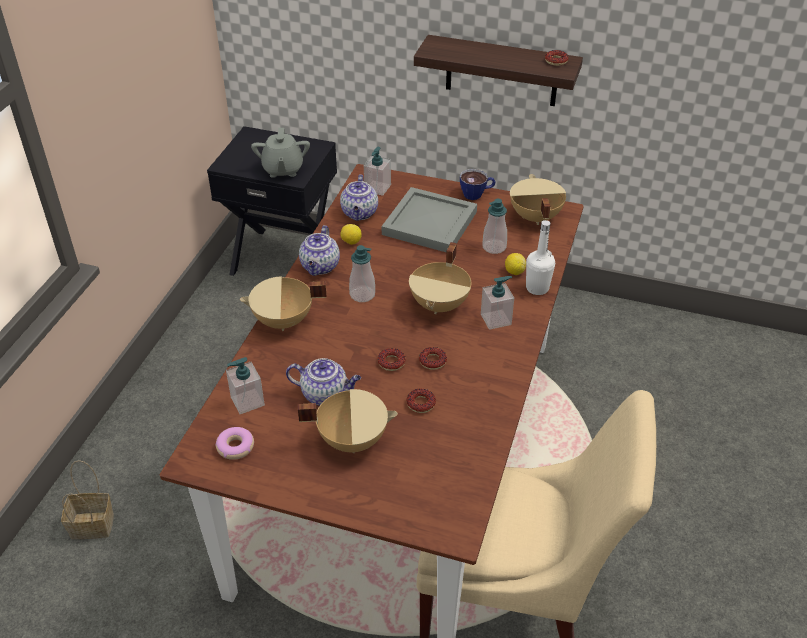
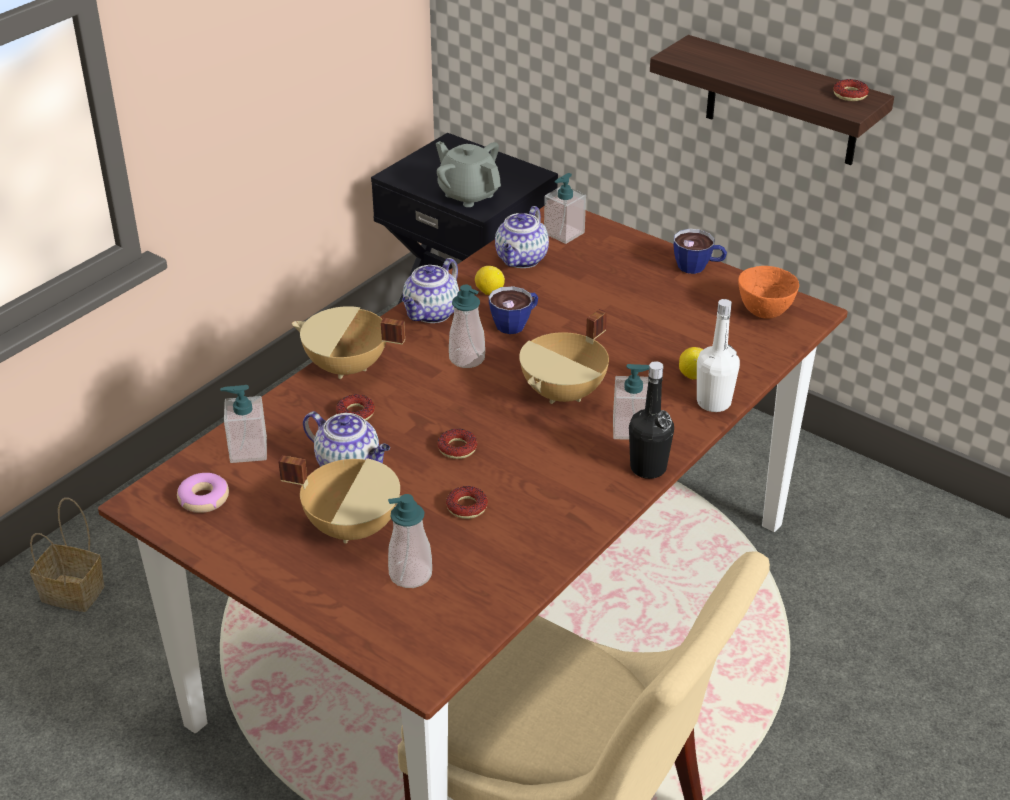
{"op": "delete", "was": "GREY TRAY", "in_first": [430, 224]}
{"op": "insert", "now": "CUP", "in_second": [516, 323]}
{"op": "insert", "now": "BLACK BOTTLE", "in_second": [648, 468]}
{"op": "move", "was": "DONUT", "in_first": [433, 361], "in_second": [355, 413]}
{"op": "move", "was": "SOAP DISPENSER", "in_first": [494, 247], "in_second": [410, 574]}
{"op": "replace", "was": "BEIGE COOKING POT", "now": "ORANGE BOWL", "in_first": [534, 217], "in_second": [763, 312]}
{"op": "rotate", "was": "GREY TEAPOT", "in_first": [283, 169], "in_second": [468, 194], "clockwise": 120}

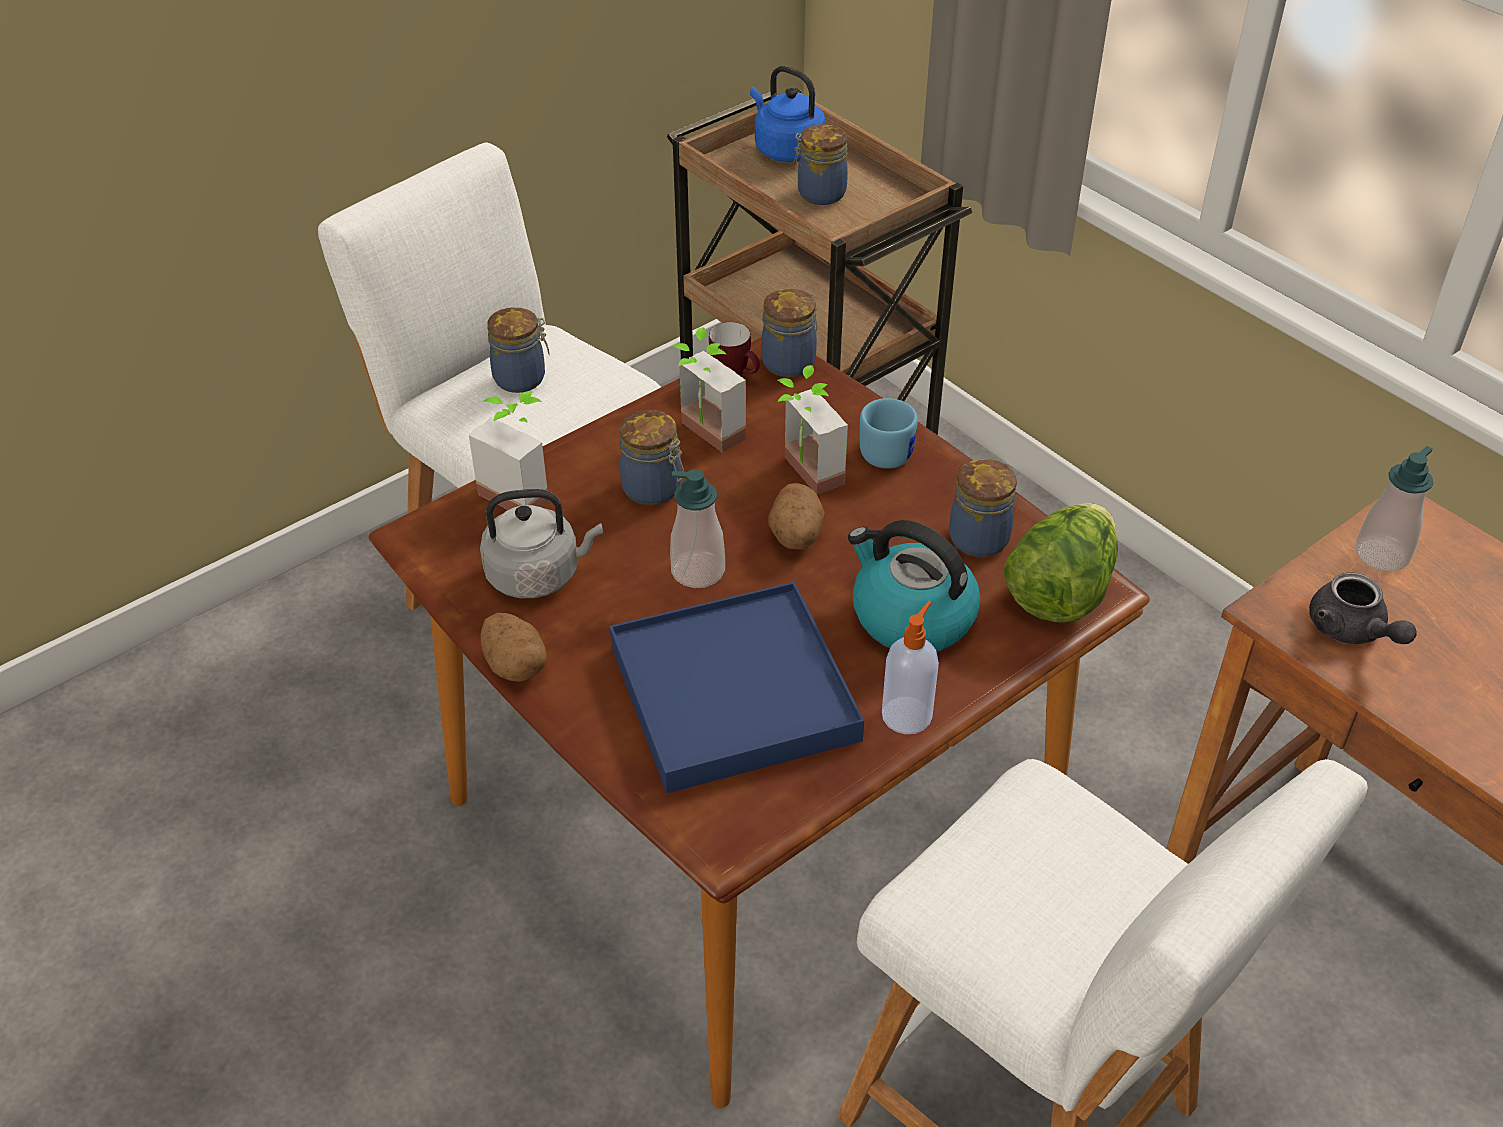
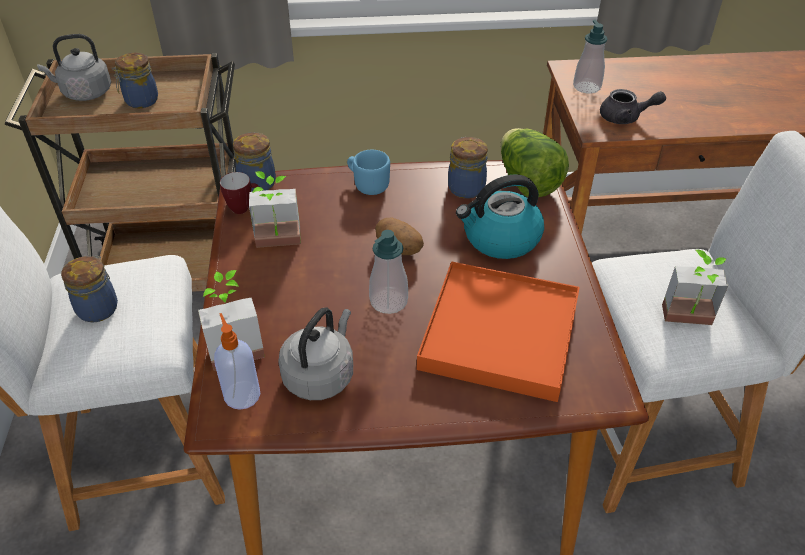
{"op": "delete", "was": "POTATO", "in_first": [515, 664]}
{"op": "delete", "was": "JAR", "in_first": [654, 489]}
{"op": "move", "was": "POTTED PLANT", "in_first": [802, 475], "in_second": [688, 322]}
{"op": "move", "was": "SOAP DISPENSER", "in_first": [907, 714], "in_second": [241, 394]}
{"op": "recolor", "was": "BLUE TRAY", "now": "ORANGE TRAY", "in_first": [732, 692], "in_second": [499, 334]}
{"op": "recolor", "was": "BLUE KETTLE", "now": "GREY KETTLE", "in_first": [786, 149], "in_second": [84, 93]}

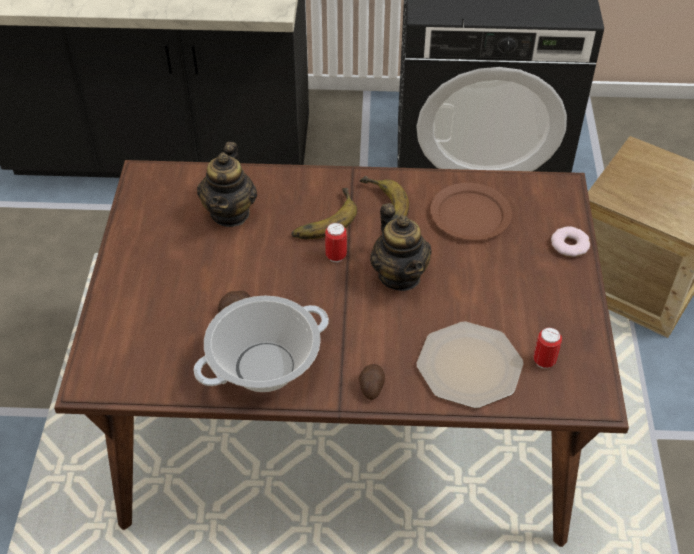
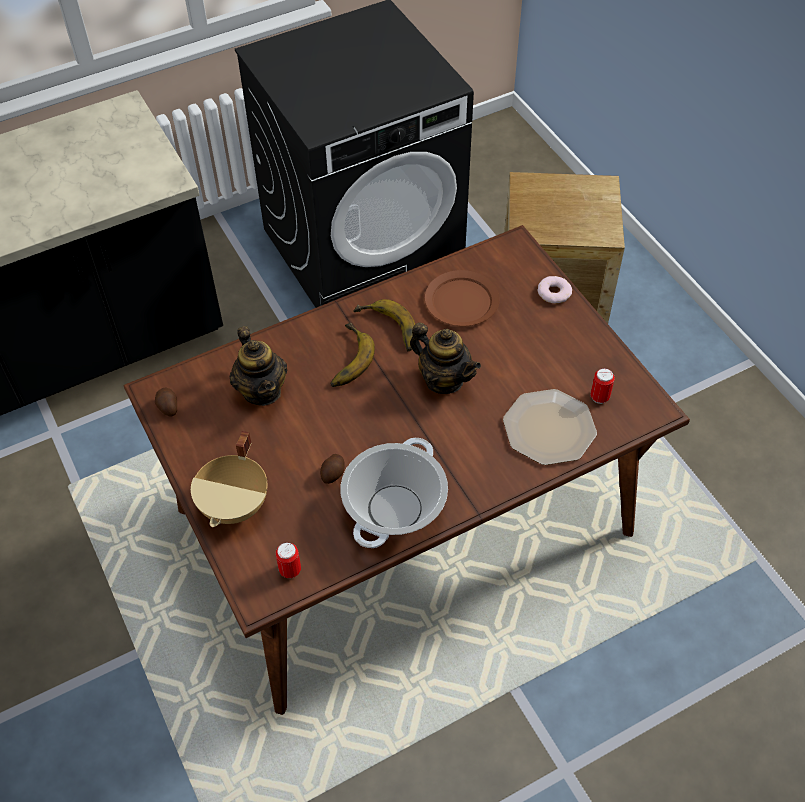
{"op": "insert", "now": "BEIGE COOKING POT", "in_second": [236, 506]}
{"op": "move", "was": "CAN", "in_first": [336, 256], "in_second": [290, 570]}
{"op": "move", "was": "POTATO", "in_first": [371, 386], "in_second": [168, 407]}

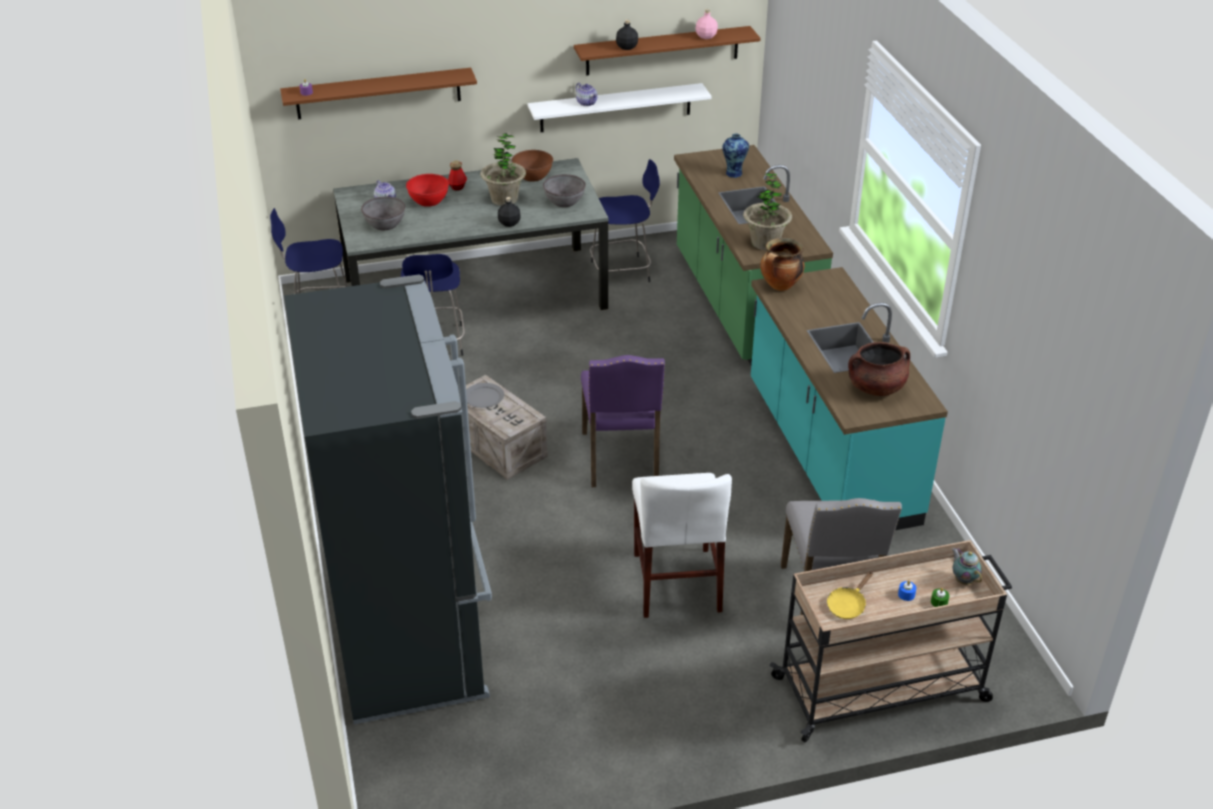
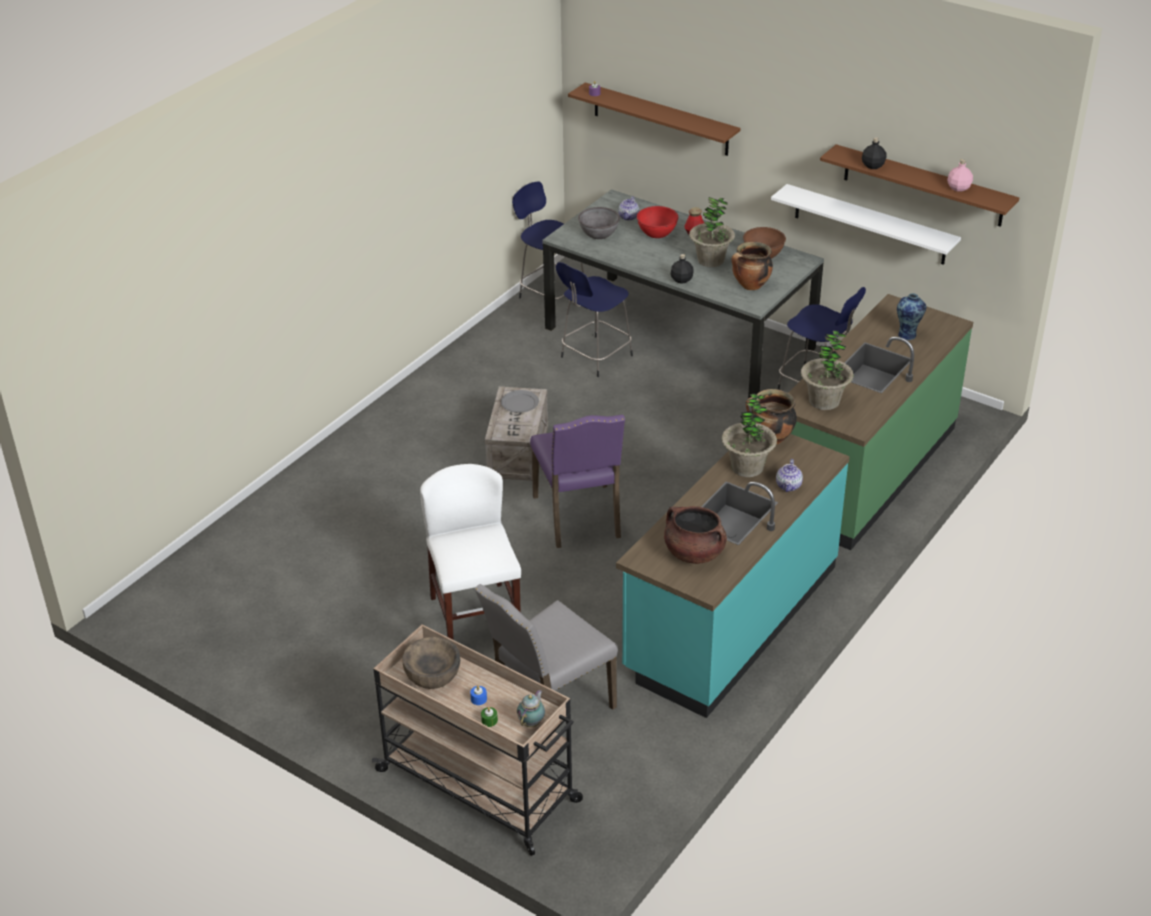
{"op": "delete", "was": "BLACK FRIDGE", "in_first": [410, 634]}
{"op": "insert", "now": "POTTED PLANT", "in_second": [747, 467]}
{"op": "move", "was": "TEAPOT", "in_first": [587, 103], "in_second": [789, 486]}
{"op": "replace", "was": "GREY BOWL", "now": "COOKING POT", "in_first": [564, 201], "in_second": [750, 286]}
{"op": "replace", "was": "YELLOW FRYING PAN", "now": "BROWN BOWL", "in_first": [848, 605], "in_second": [432, 674]}
{"op": "rotate", "was": "PURPLE CHAIR", "in_first": [622, 459], "in_second": [579, 517], "clockwise": -60}
{"op": "rotate", "was": "WHITE CHAIR", "in_first": [676, 582], "in_second": [475, 618], "clockwise": 120}

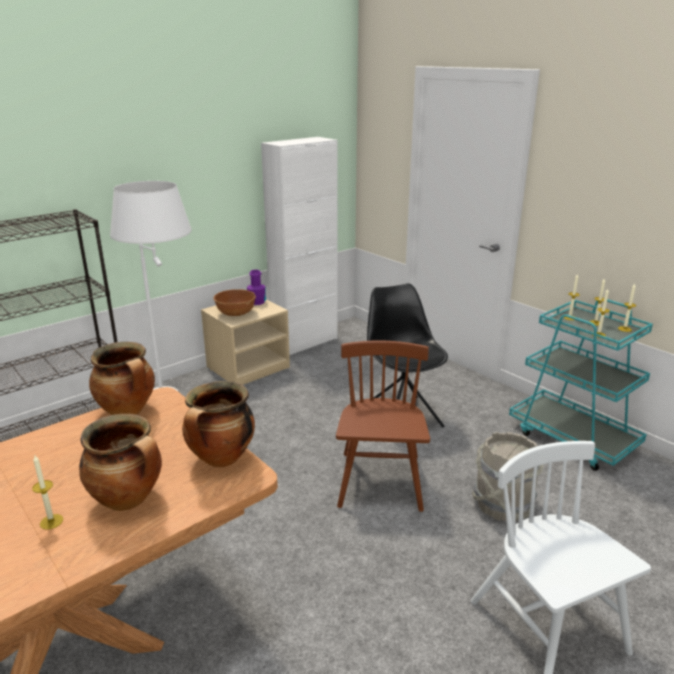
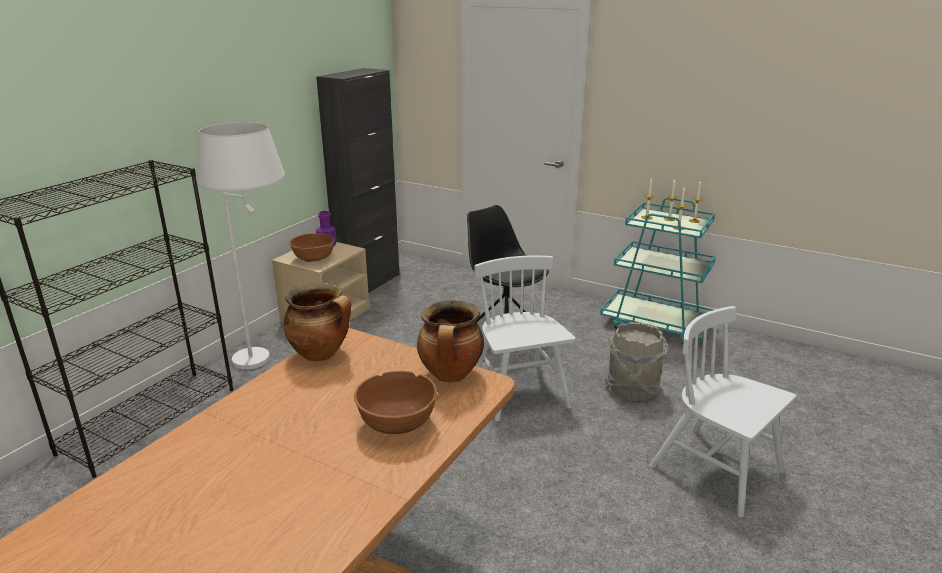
{"op": "delete", "was": "CANDLE", "in_first": [51, 521]}
{"op": "replace", "was": "COOKING POT", "now": "BROWN BOWL", "in_first": [129, 499], "in_second": [397, 423]}
{"op": "recolor", "was": "WHITE CABINET", "now": "BLACK CABINET", "in_first": [304, 342], "in_second": [368, 283]}
{"op": "recolor", "was": "BROWN CHAIR", "now": "WHITE CHAIR", "in_first": [380, 481], "in_second": [520, 391]}

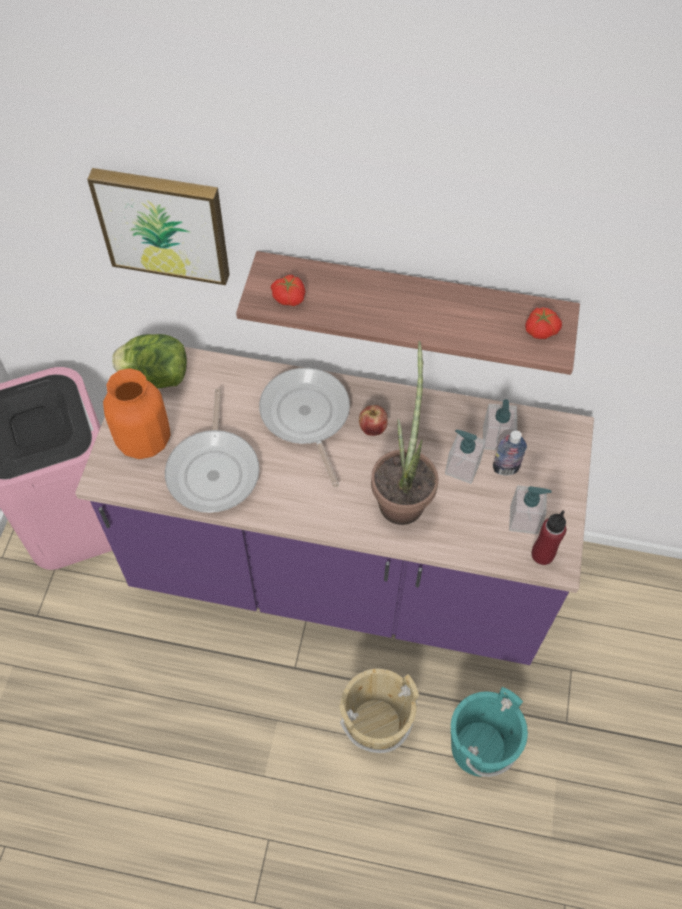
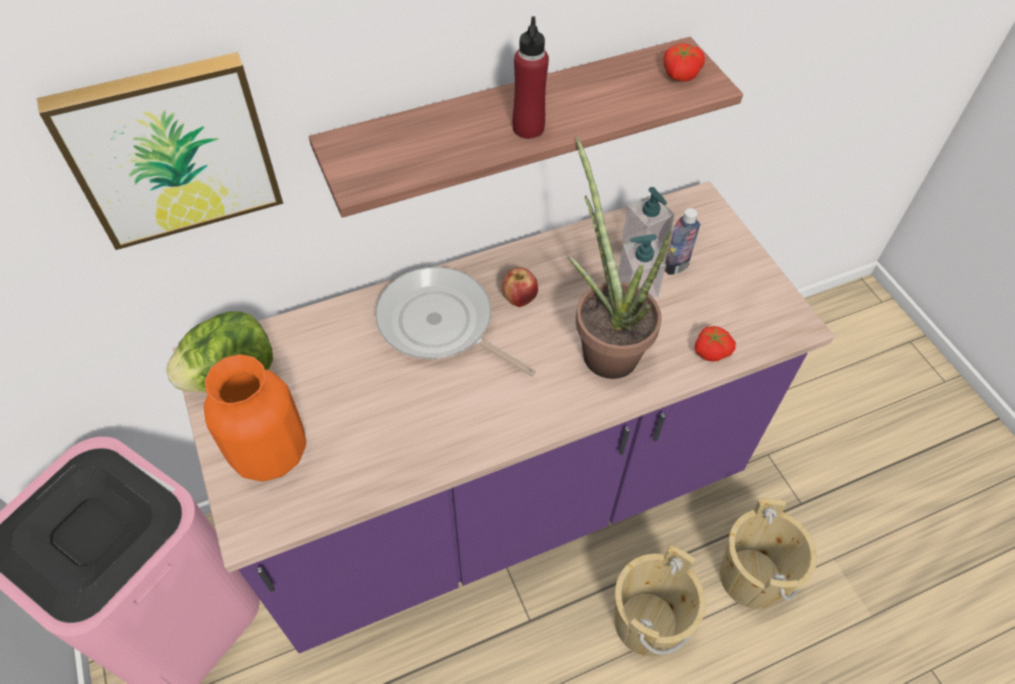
{"op": "delete", "was": "FRYING PAN", "in_first": [214, 470]}
{"op": "delete", "was": "SOAP DISPENSER", "in_first": [524, 520]}
{"op": "move", "was": "TOMATO", "in_first": [289, 297], "in_second": [711, 350]}
{"op": "move", "was": "RED BOTTLE", "in_first": [542, 554], "in_second": [528, 128]}
{"op": "recolor", "was": "TURQUOISE BUCKET", "now": "BEIGE BUCKET", "in_first": [479, 747], "in_second": [751, 577]}

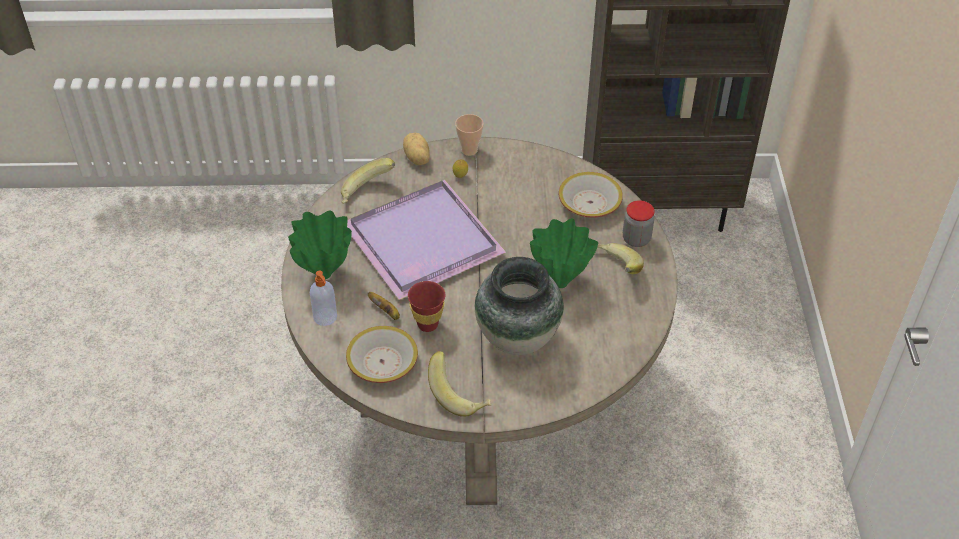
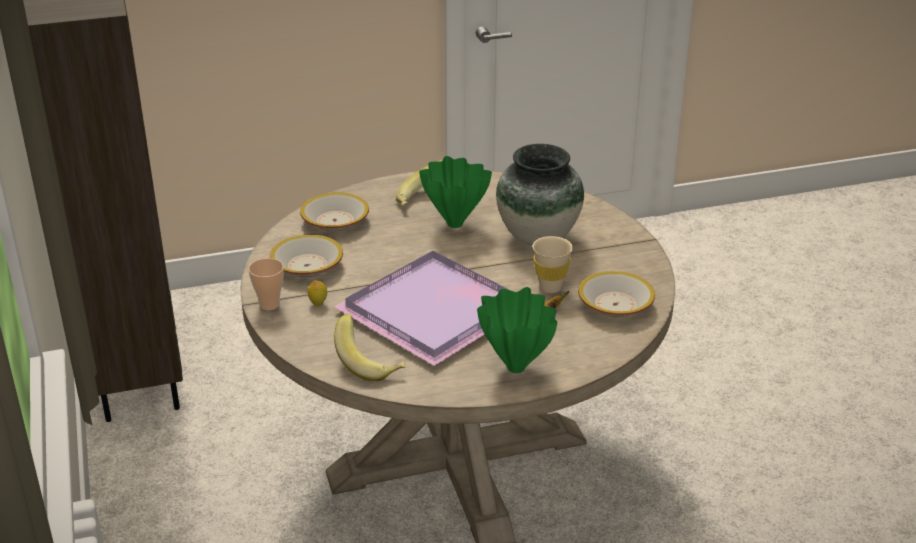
{"op": "delete", "was": "SOAP DISPENSER", "in_first": [325, 317]}
{"op": "delete", "was": "POTATO", "in_first": [416, 158]}
{"op": "delete", "was": "BANANA", "in_first": [459, 395]}
{"op": "delete", "was": "JAR", "in_first": [636, 239]}
{"op": "insert", "now": "BOWL", "in_second": [307, 266]}
{"op": "recolor", "was": "RED CUP", "now": "BEIGE CUP", "in_first": [427, 324], "in_second": [550, 287]}

